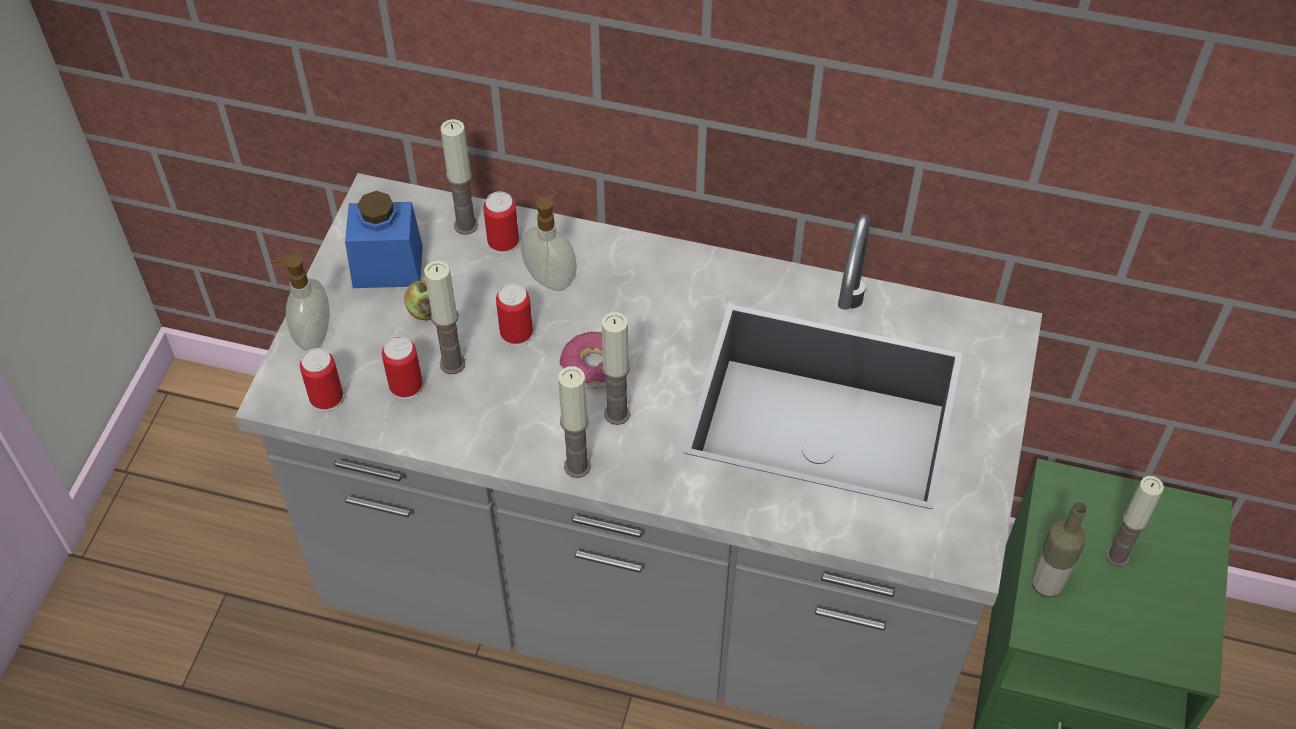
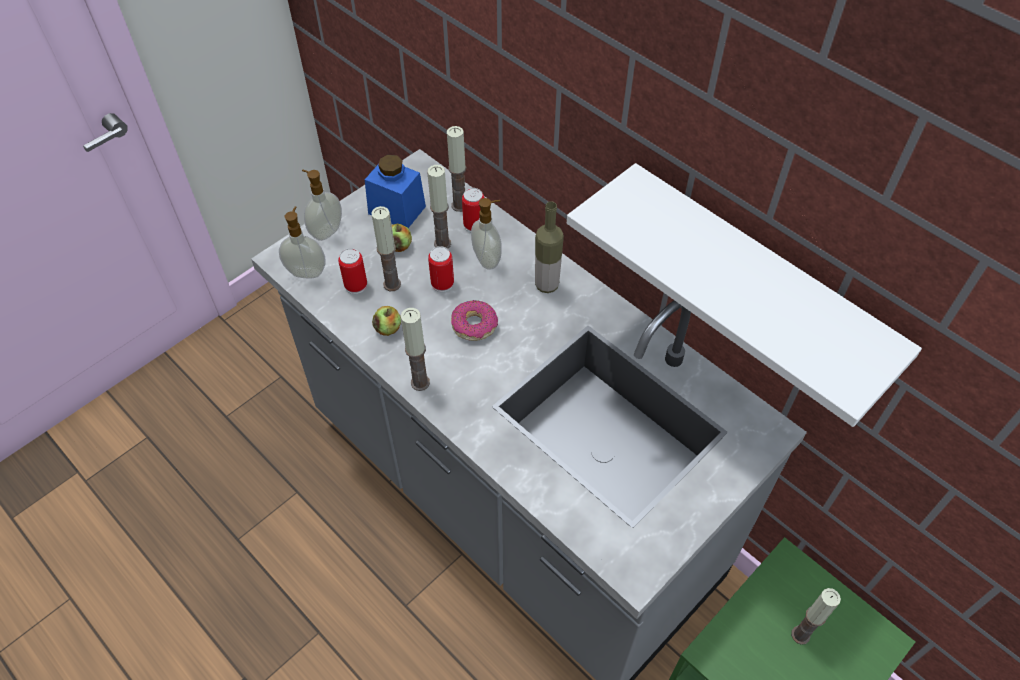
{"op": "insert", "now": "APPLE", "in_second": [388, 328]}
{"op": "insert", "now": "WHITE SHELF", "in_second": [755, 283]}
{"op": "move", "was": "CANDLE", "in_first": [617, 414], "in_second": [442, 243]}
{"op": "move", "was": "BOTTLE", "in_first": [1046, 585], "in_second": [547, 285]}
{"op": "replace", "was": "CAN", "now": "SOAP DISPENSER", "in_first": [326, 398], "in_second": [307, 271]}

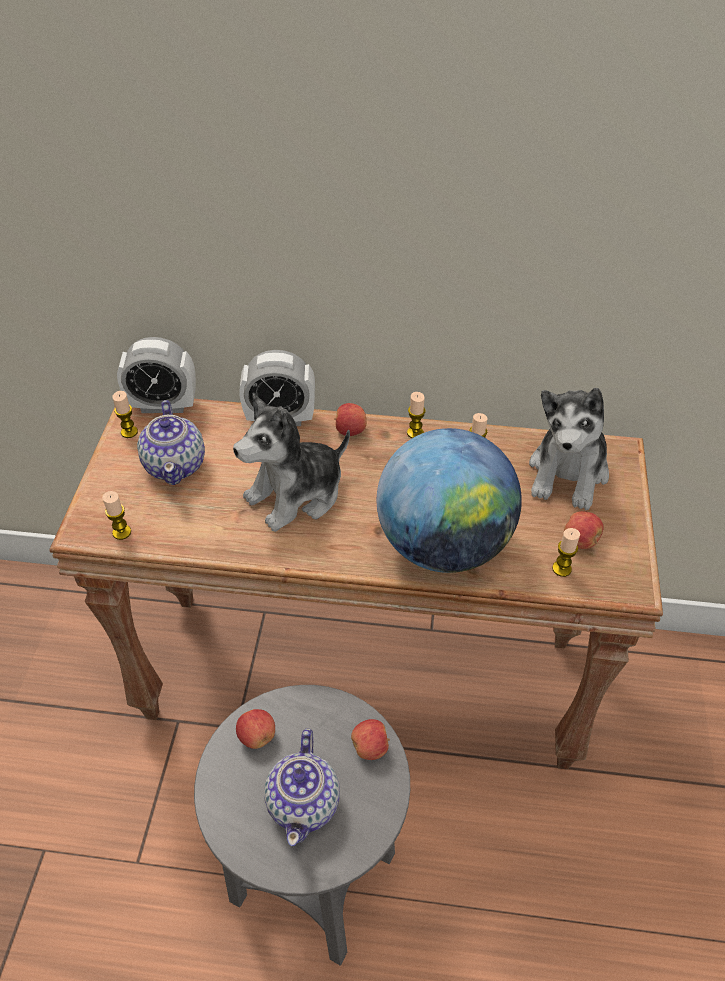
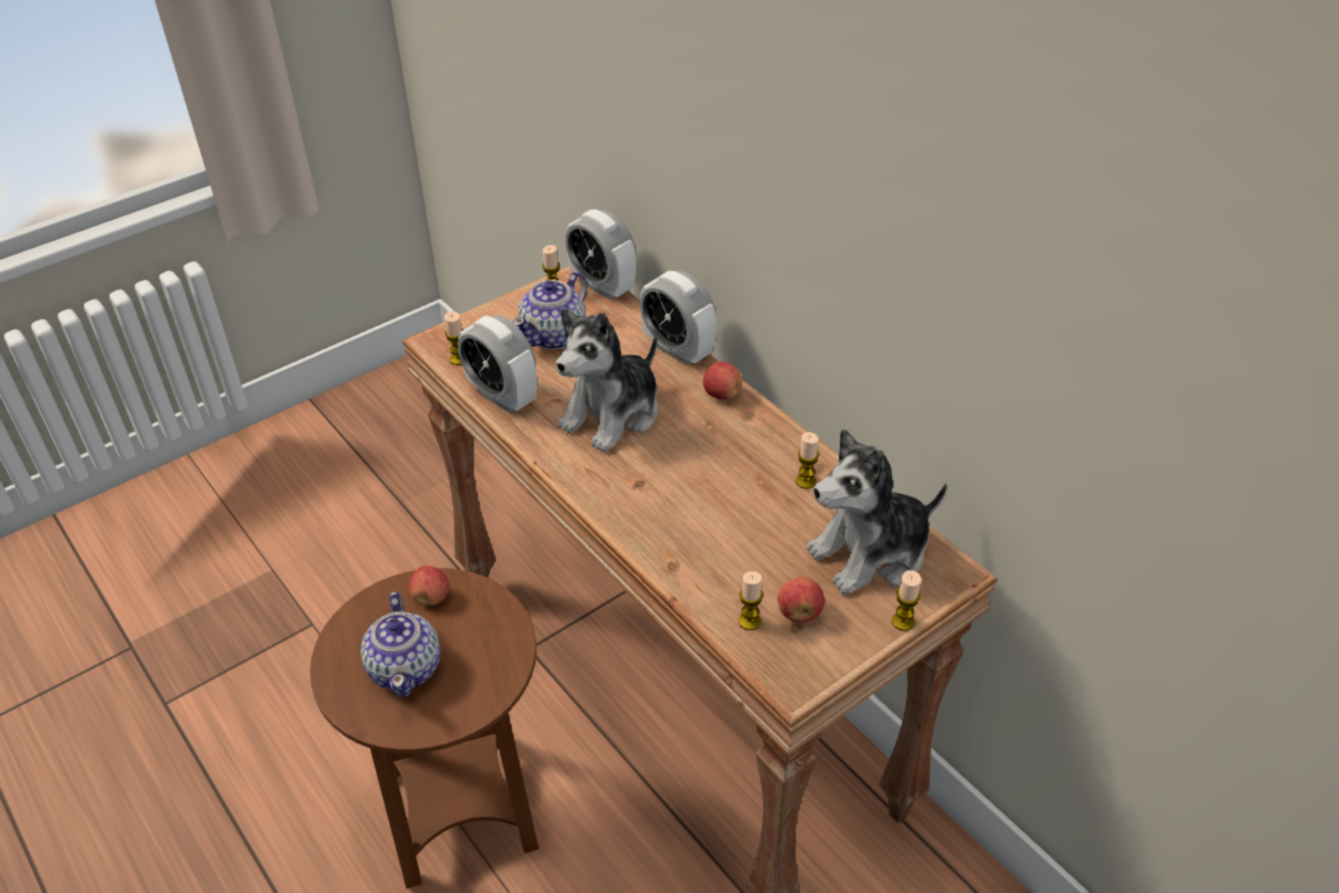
{"op": "delete", "was": "APPLE", "in_first": [370, 747]}
{"op": "delete", "was": "GLOBE", "in_first": [443, 544]}
{"op": "insert", "now": "ALARM CLOCK", "in_second": [502, 396]}
{"op": "move", "was": "CANDLE", "in_first": [415, 433], "in_second": [903, 621]}
{"op": "recolor", "was": "GREY SIDE TABLE", "now": "BROWN SIDE TABLE", "in_first": [314, 877], "in_second": [460, 809]}
{"op": "rotate", "was": "PLUSH TOY", "in_first": [296, 494], "in_second": [612, 414], "clockwise": -60}
{"op": "rotate", "was": "TEAPOT", "in_first": [304, 802], "in_second": [406, 667], "clockwise": -60}

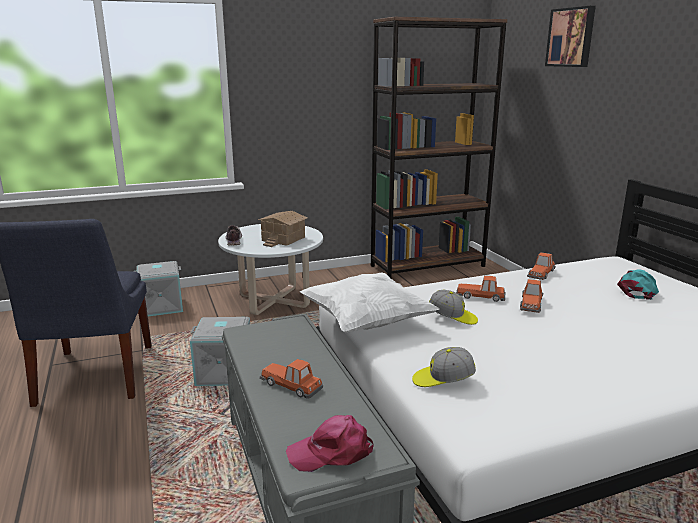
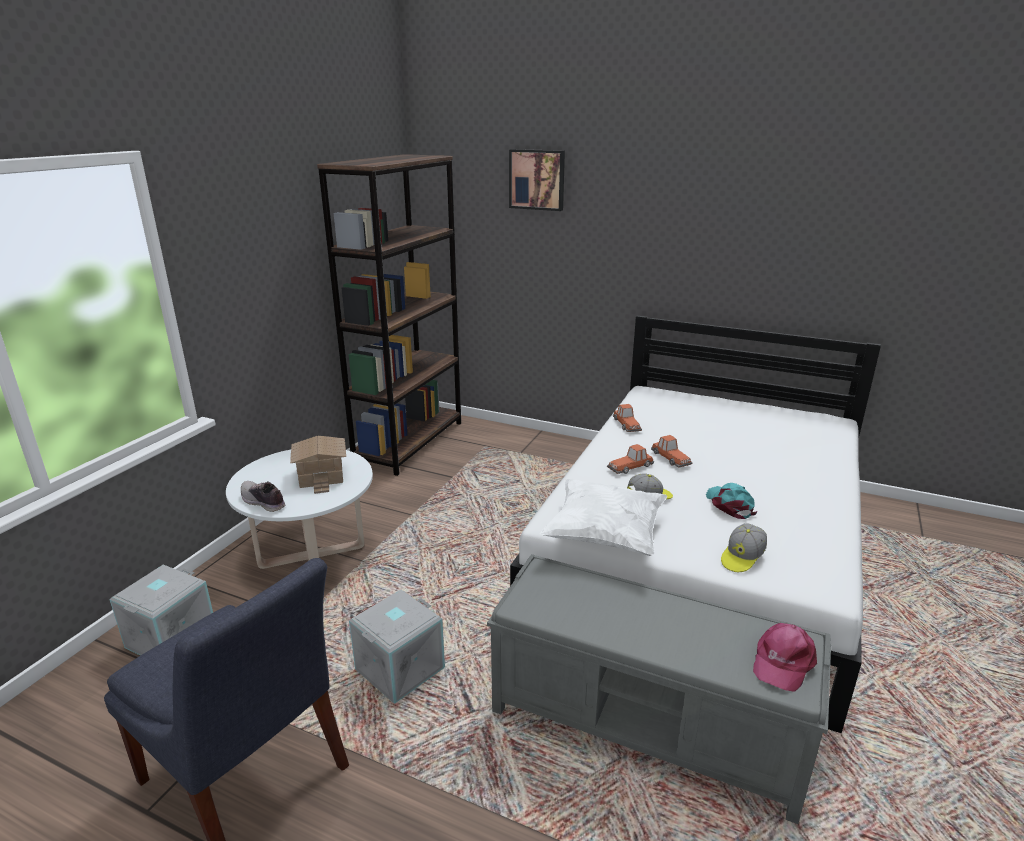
{"op": "delete", "was": "TOY CAR", "in_first": [291, 385]}
{"op": "move", "was": "TURQUOISE CAP", "in_first": [638, 290], "in_second": [730, 504]}

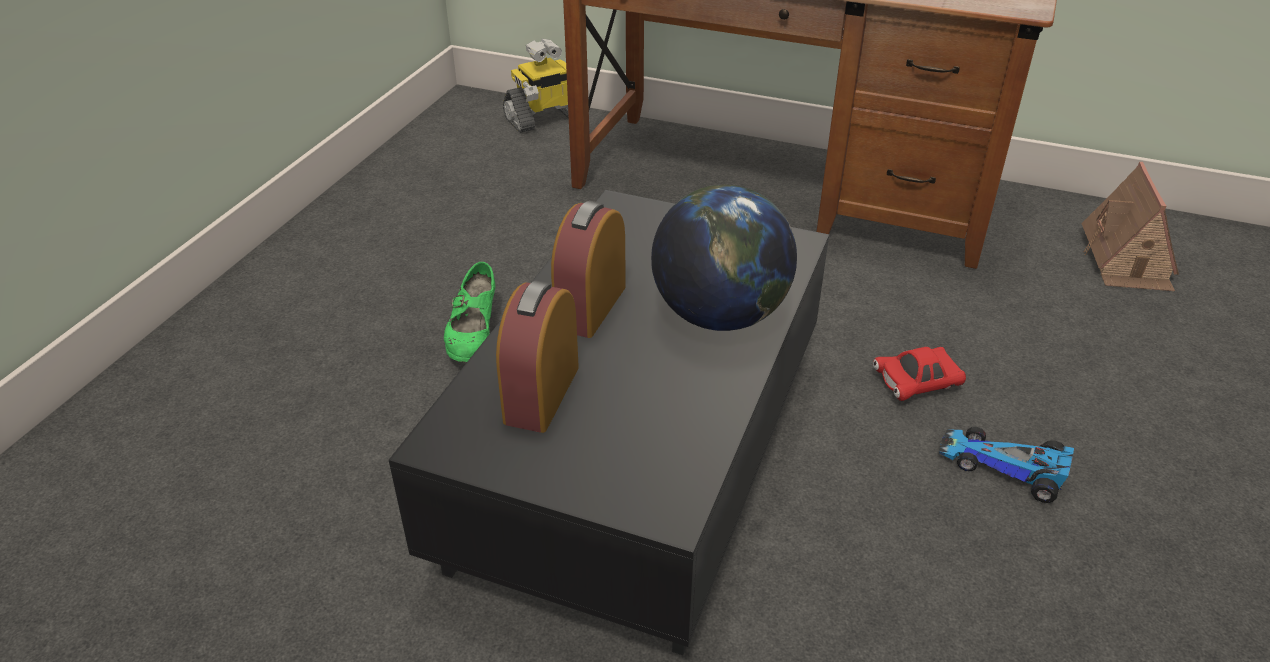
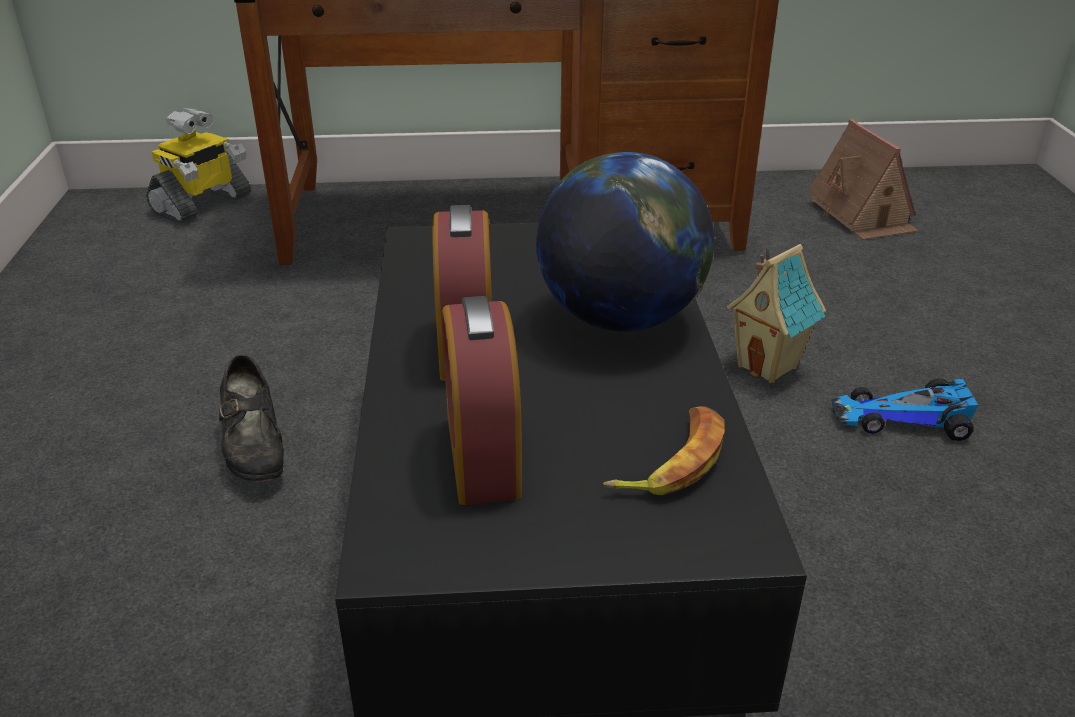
{"op": "insert", "now": "BANANA", "in_second": [672, 461]}
{"op": "replace", "was": "RED TOY CAR", "now": "TOY HOUSE", "in_first": [916, 384], "in_second": [769, 366]}
{"op": "recolor", "was": "GREEN SHOE", "now": "BLACK SHOE", "in_first": [474, 337], "in_second": [255, 451]}

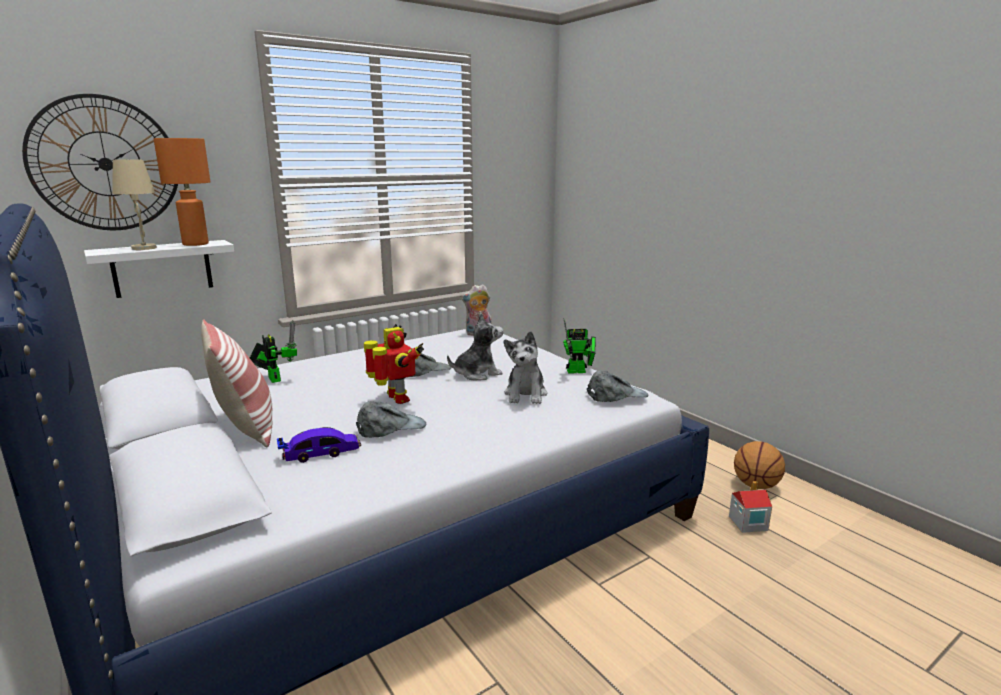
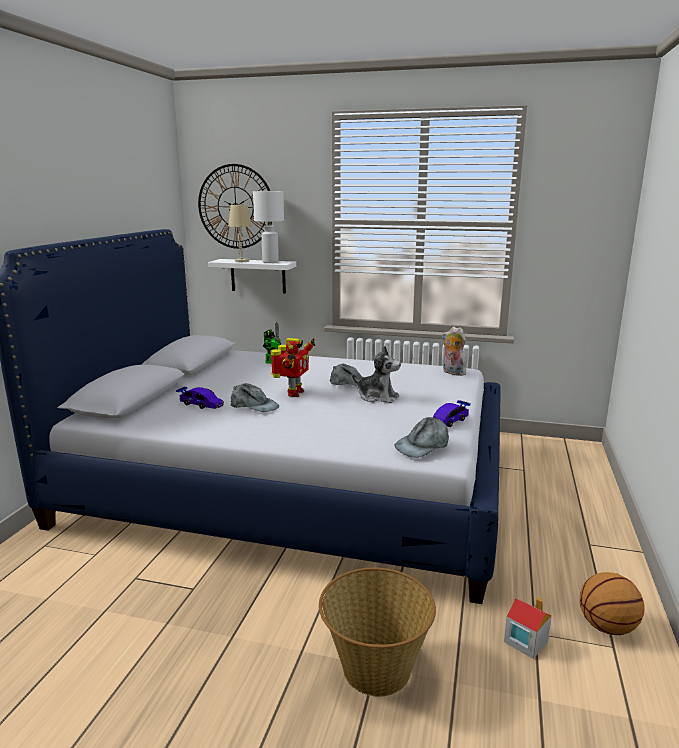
{"op": "delete", "was": "PILLOW", "in_first": [246, 427]}
{"op": "delete", "was": "PLUSH TOY", "in_first": [526, 394]}
{"op": "insert", "now": "BASKET", "in_second": [375, 669]}
{"op": "replace", "was": "TOY ROBOT", "now": "TOY CAR", "in_first": [579, 371], "in_second": [448, 422]}
{"op": "recolor", "was": "ORANGE TABLE LAMP", "now": "WHITE TABLE LAMP", "in_first": [195, 244], "in_second": [270, 262]}
{"op": "rotate", "was": "GREY CAP", "in_first": [616, 395], "in_second": [423, 445], "clockwise": 105}

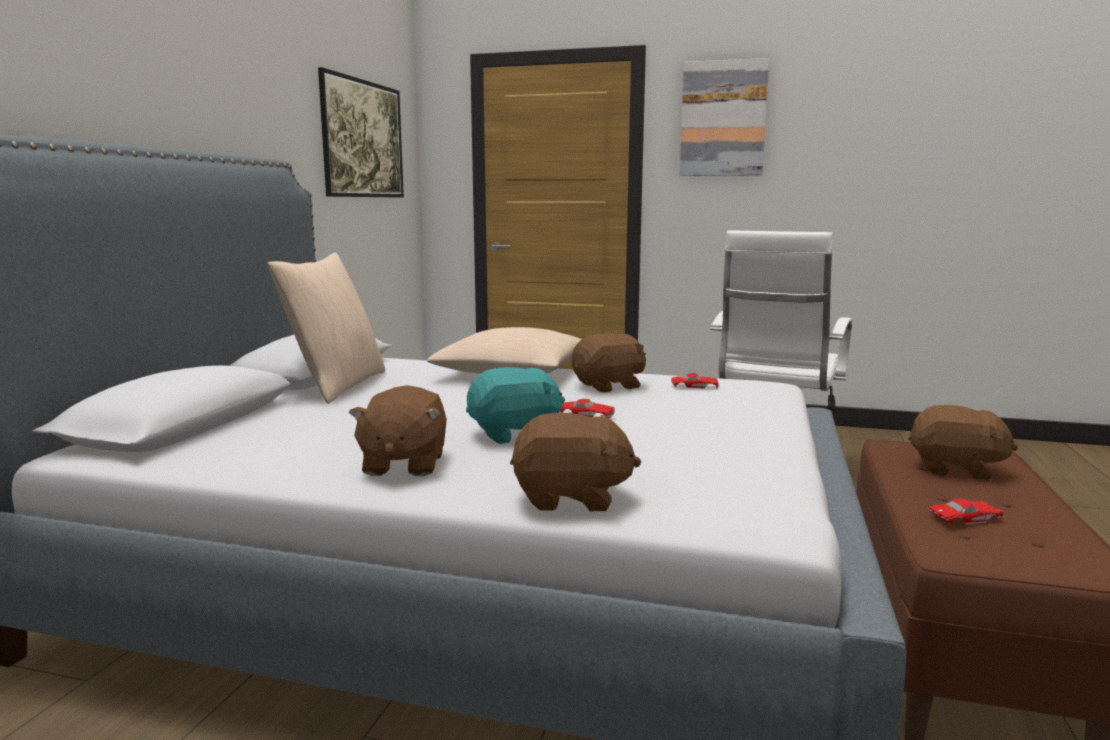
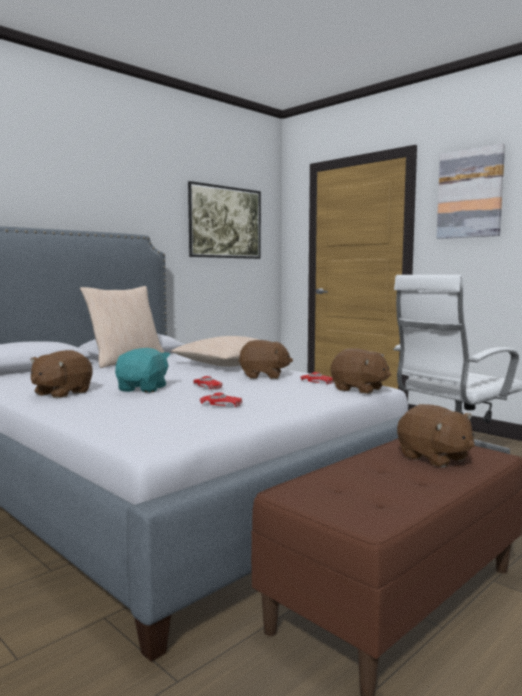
{"op": "move", "was": "BROWN PLUSH TOY", "in_first": [571, 498], "in_second": [359, 389]}
{"op": "move", "was": "RED TOY CAR", "in_first": [964, 518], "in_second": [221, 404]}
{"op": "rotate", "was": "TURQUOISE PLUSH TOY", "in_first": [514, 434], "in_second": [143, 389], "clockwise": -90}

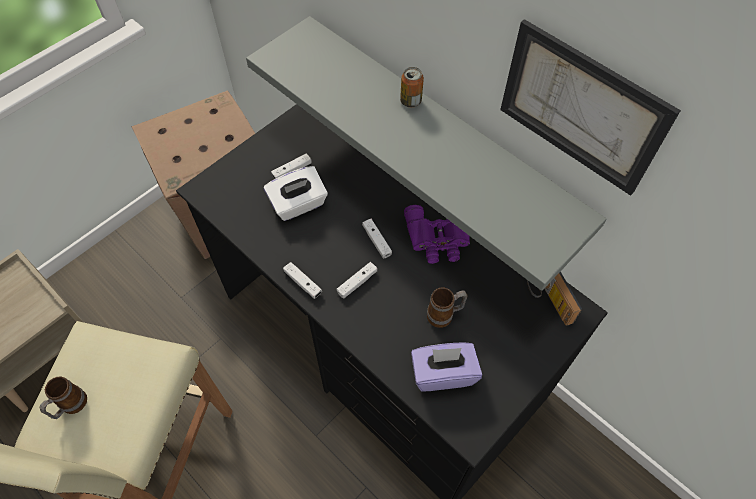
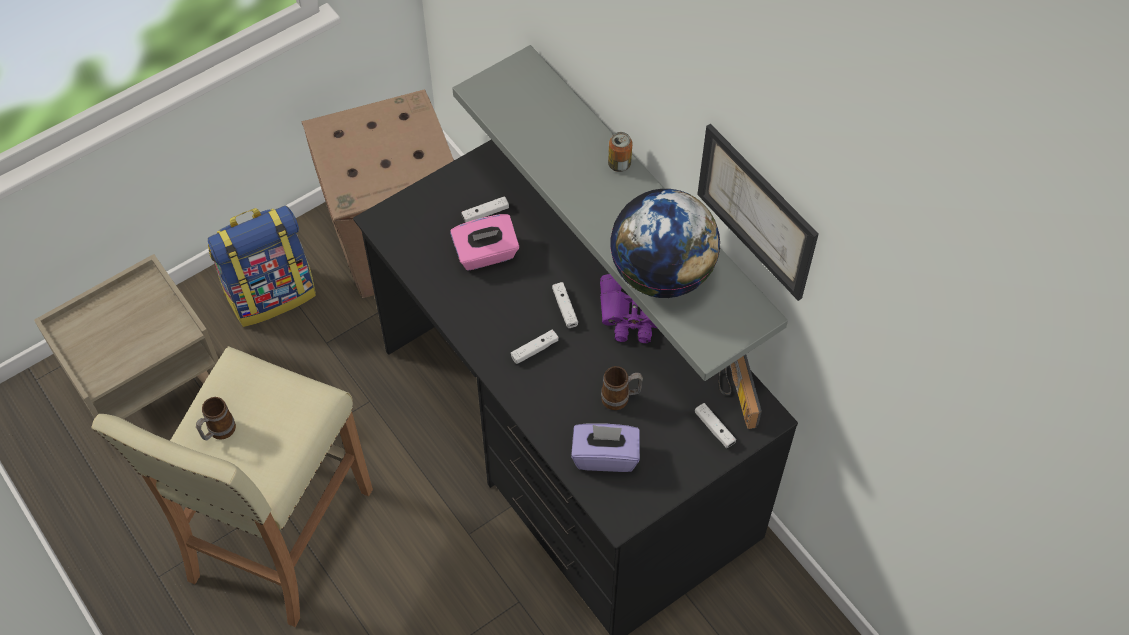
{"op": "insert", "now": "BACKPACK", "in_second": [271, 293]}
{"op": "insert", "now": "GLOBE", "in_second": [662, 273]}
{"op": "move", "was": "WHITE GAME CONTROLLER", "in_first": [303, 283], "in_second": [714, 428]}
{"op": "recolor", "was": "WHITE TISSUE BOX", "now": "PINK TISSUE BOX", "in_first": [298, 204], "in_second": [486, 254]}

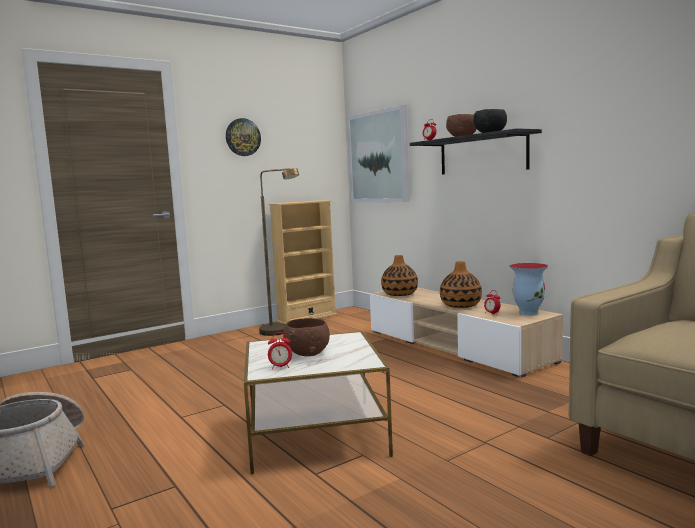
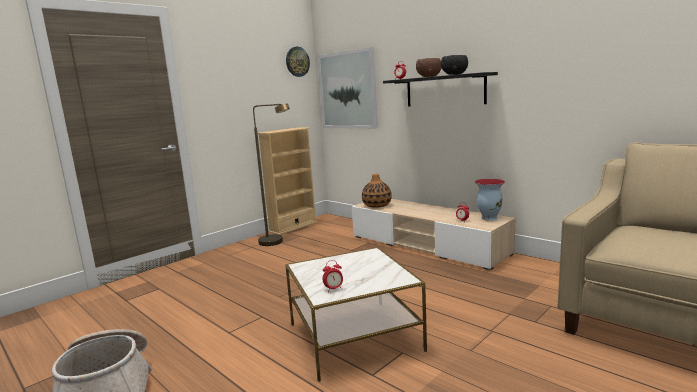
{"op": "delete", "was": "BROWN BOWL", "in_first": [308, 353]}
{"op": "delete", "was": "VASE", "in_first": [460, 305]}
{"op": "move", "was": "WALL CLOCK", "in_first": [243, 137], "in_second": [297, 61]}

